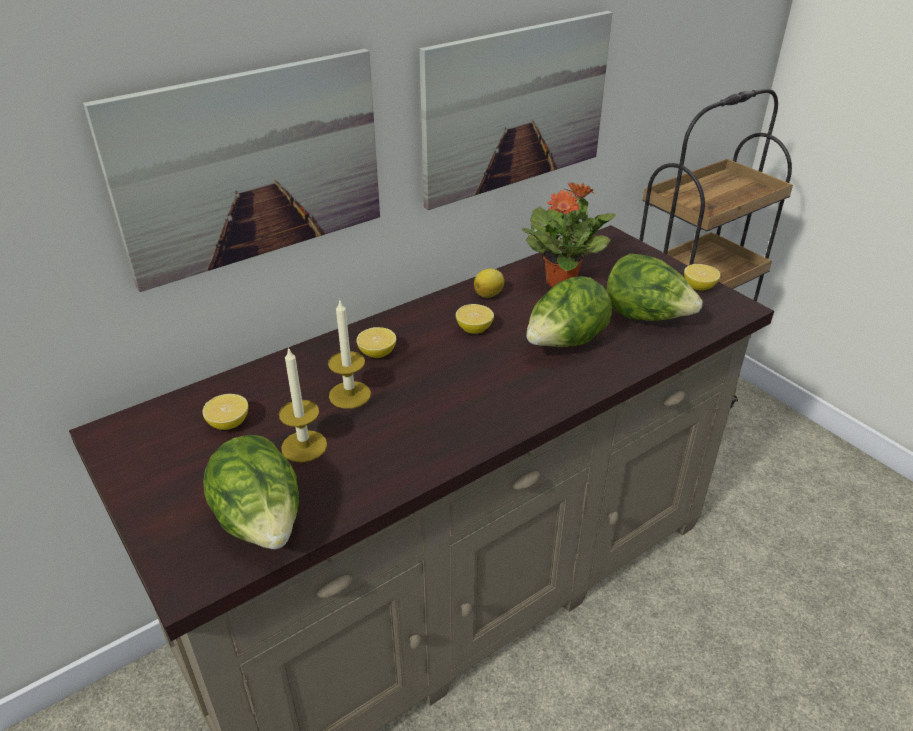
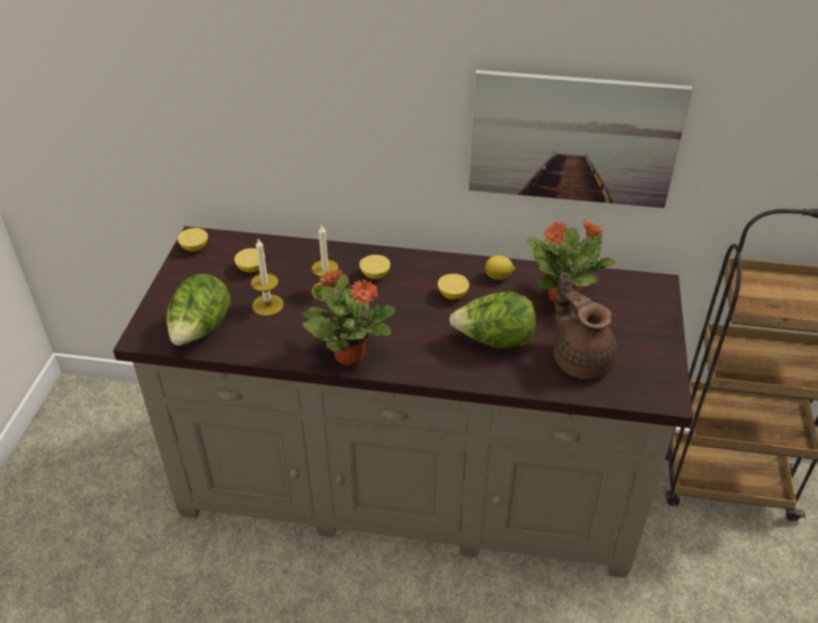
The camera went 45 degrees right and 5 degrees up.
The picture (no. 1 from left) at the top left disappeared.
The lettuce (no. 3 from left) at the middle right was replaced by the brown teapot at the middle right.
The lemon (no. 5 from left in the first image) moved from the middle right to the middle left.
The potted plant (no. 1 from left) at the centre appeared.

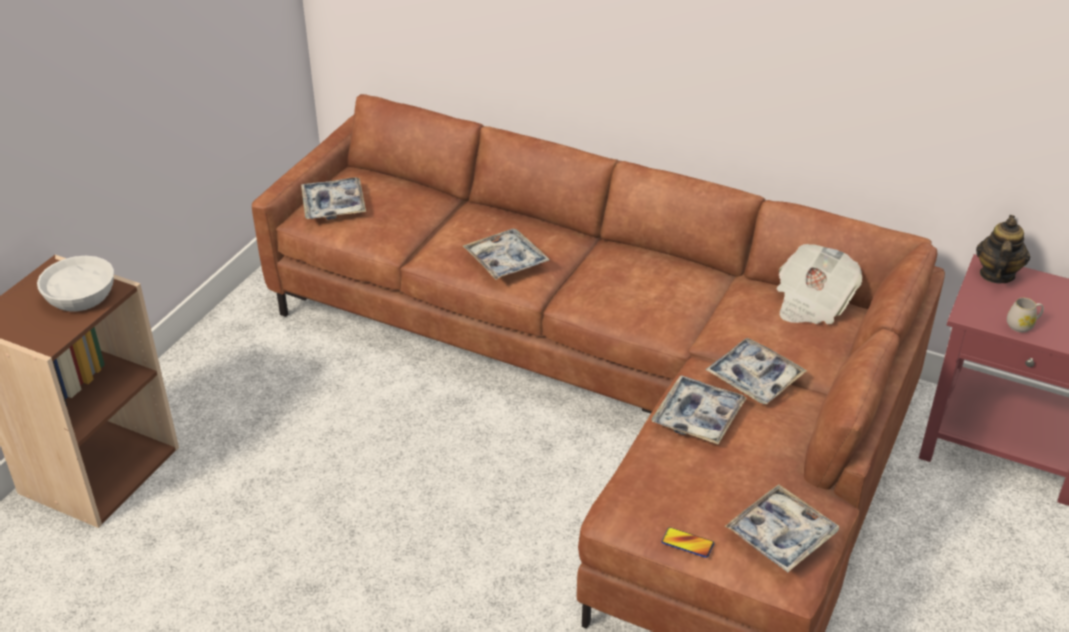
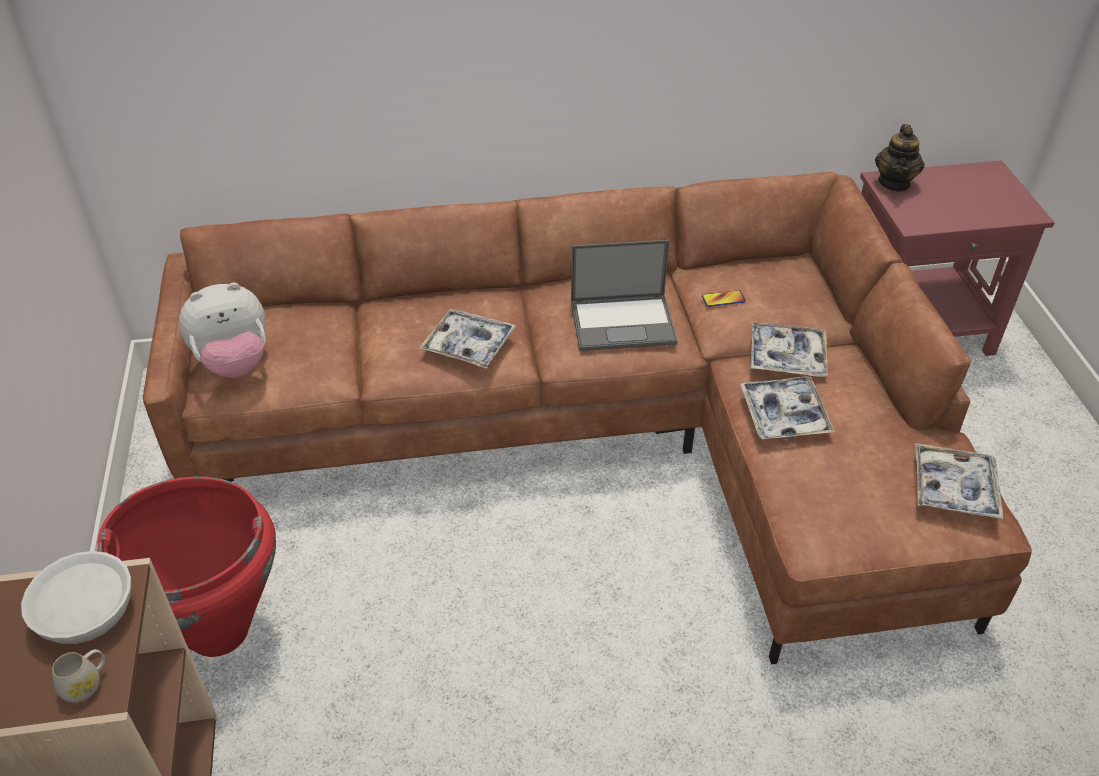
The camera went 35 degrees left and 5 degrees up.
The tray (no. 1 from left) at the top left was replaced by the plush toy at the middle left.
The phone moved from the bottom centre to the centre.
The newspaper at the middle right disappeared.
The teapot at the middle right turned 150 degrees counterclockwise.
The white mug moved from the middle right to the bottom left.
The red vase at the bottom left appeared.
The laptop at the centre appeared.

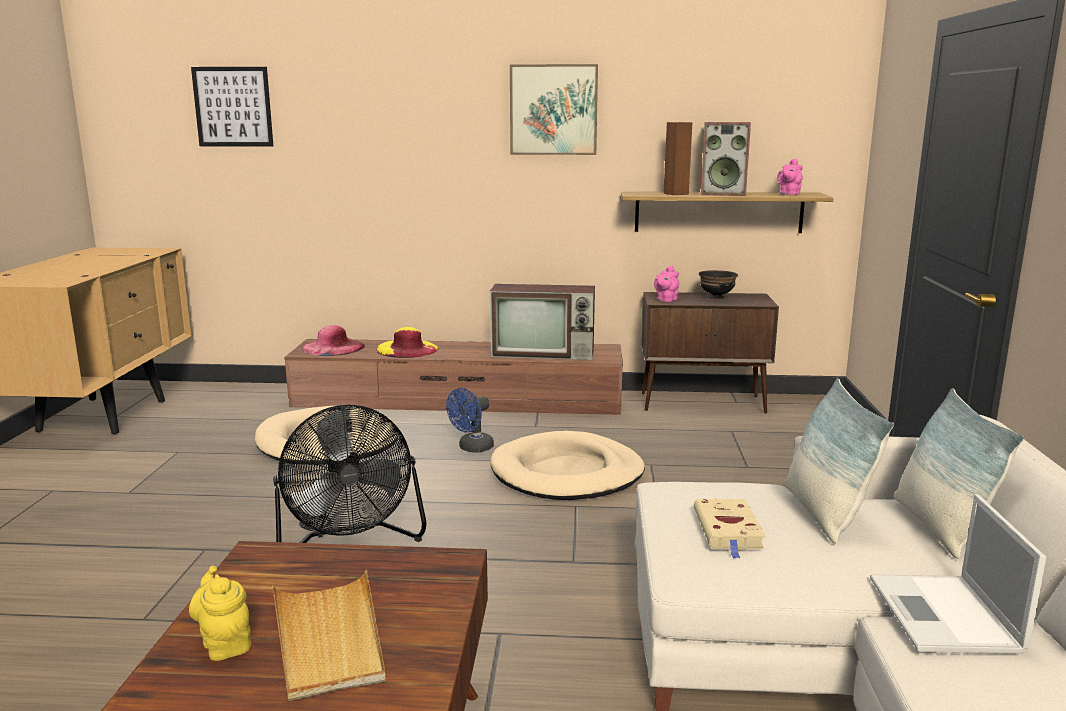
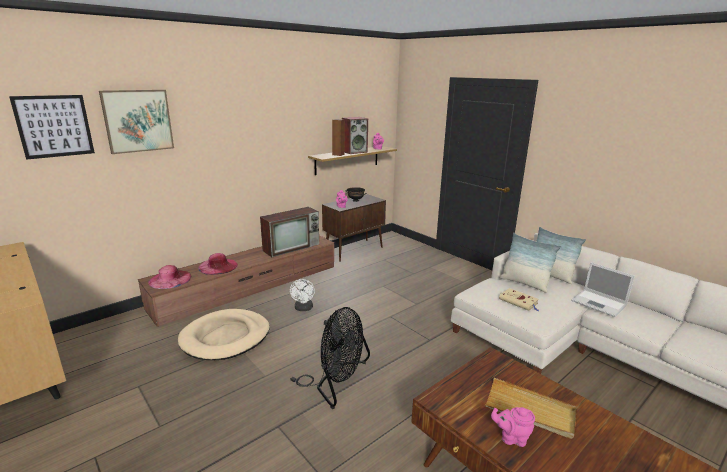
The camera went 45 degrees left and 5 degrees up.
The yellow teapot at the bottom left became the pink teapot (no. 3 from left) at the bottom right.
The yellow hat at the centre became the pink hat (no. 2 from left) at the middle left.
The blue fan at the centre became the white fan at the centre.
The beige dog bed (no. 2 from left) at the centre disappeared.
The picture (no. 2 from left) moved from the top centre to the top left.

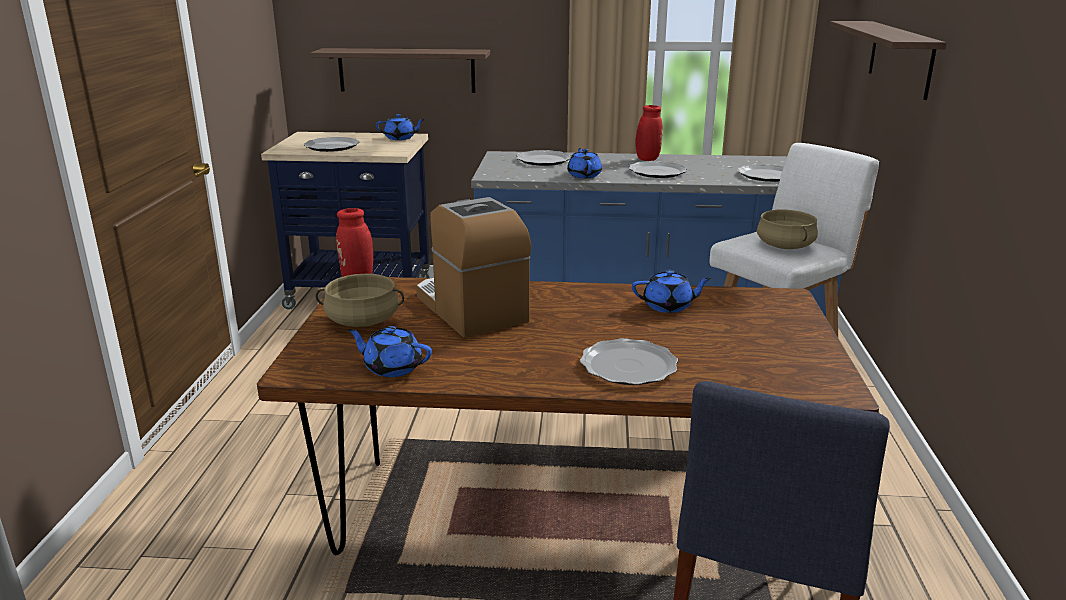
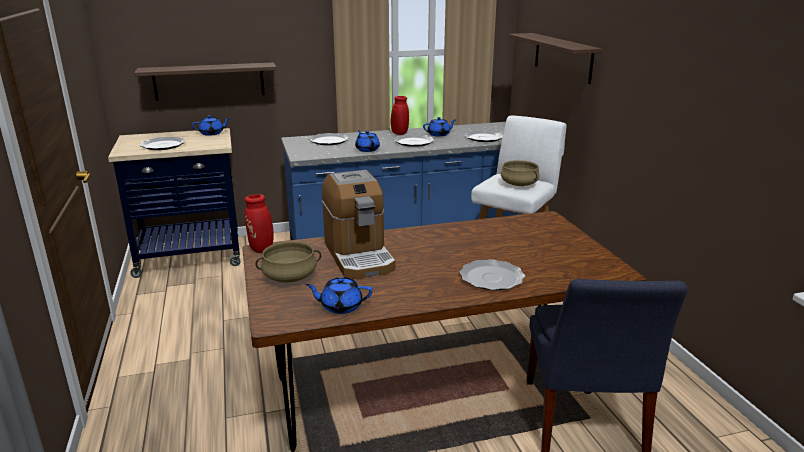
The camera went 20 degrees left and 0 degrees up.
The coffee machine at the centre turned 150 degrees counterclockwise.
The blue teapot (no. 4 from left) moved from the centre to the top centre.

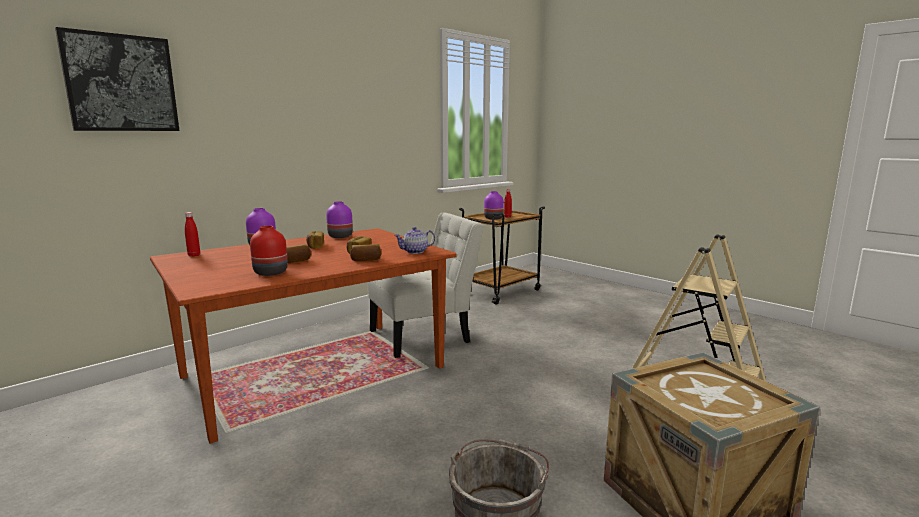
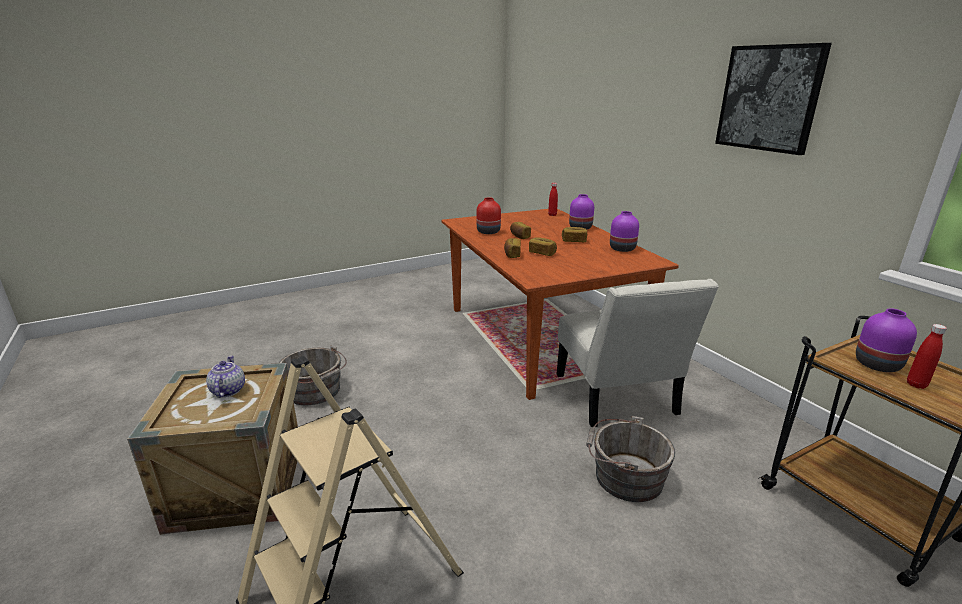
The camera went 105 degrees right and 10 degrees up.
The picture moved from the top left to the top right.
The teapot moved from the centre to the middle left.
The grey bucket (no. 2 from left) at the bottom centre appeared.

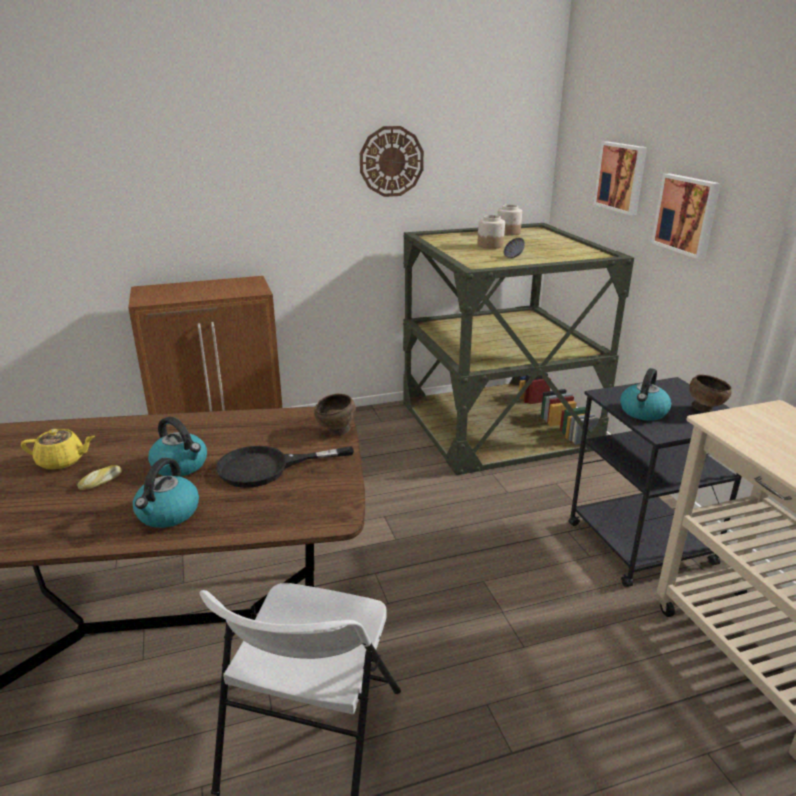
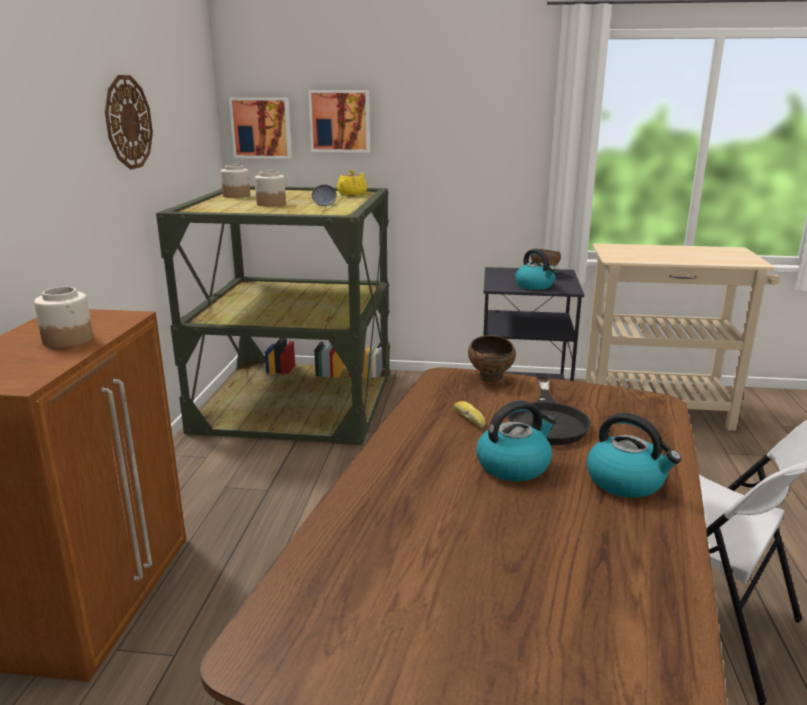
The camera went 65 degrees left and 5 degrees down.
The yellow teapot moved from the middle left to the top centre.
The bread moved from the middle left to the centre.
The picture (no. 2 from left in the first image) moved from the top right to the top left.
The jar (no. 1 from left) at the middle left appeared.

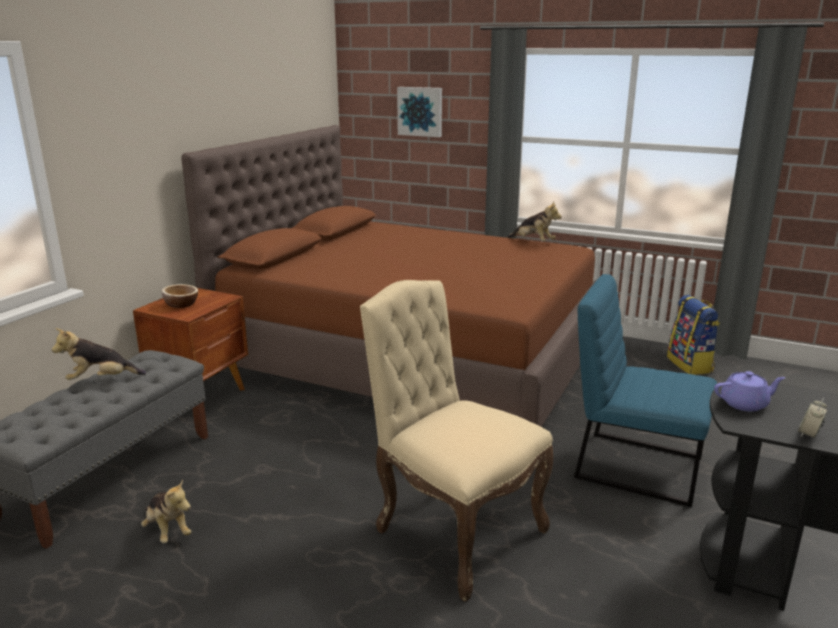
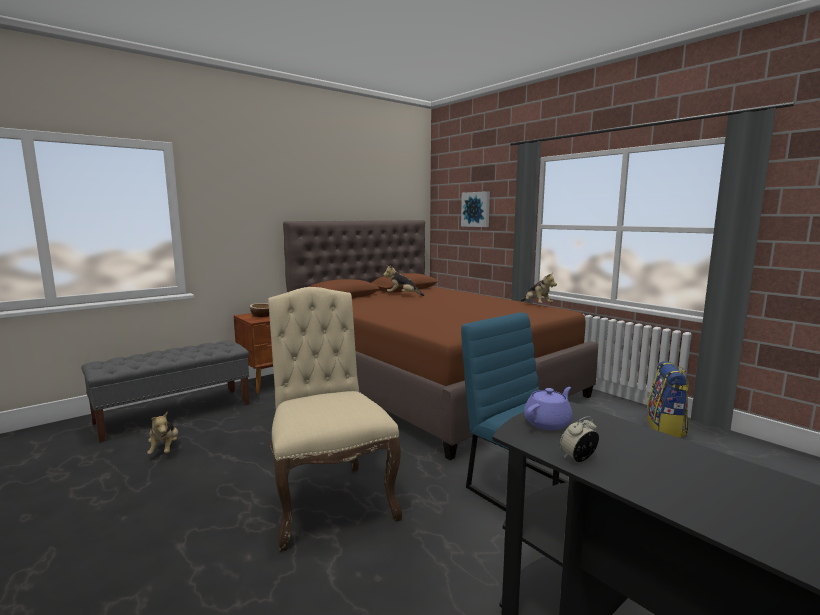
The camera went 25 degrees right and 10 degrees down.
The plush toy (no. 1 from left in the first image) moved from the middle left to the centre.
The purple teapot at the middle right turned 60 degrees counterclockwise.

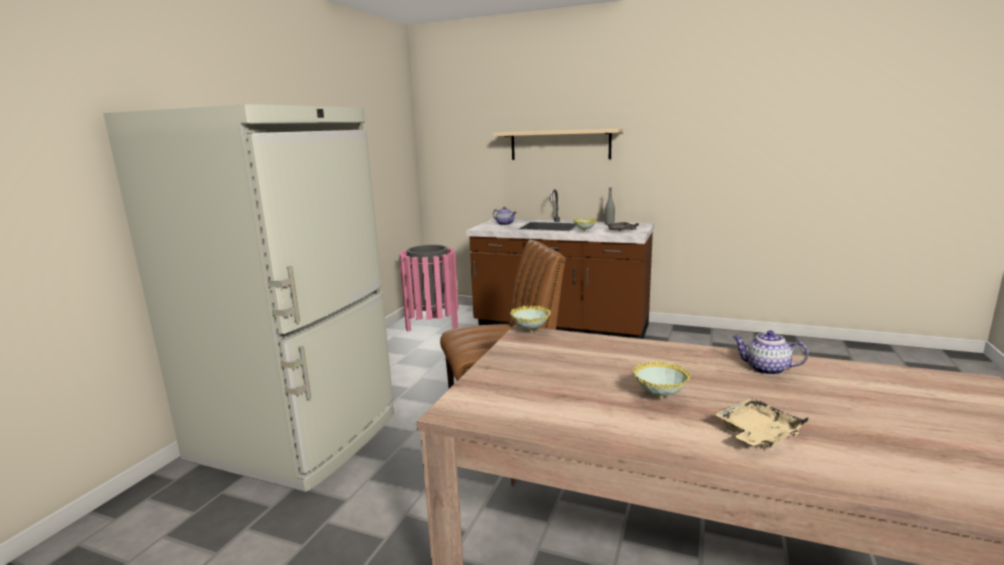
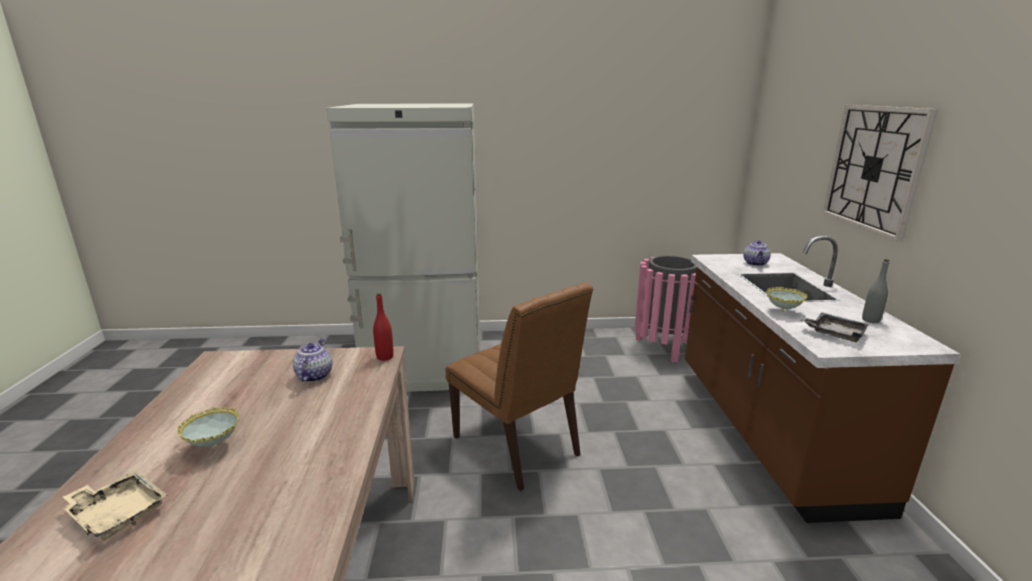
The camera went 65 degrees right and 5 degrees up.
The beige shelf at the top centre was replaced by the wall clock at the top right.
The bowl (no. 1 from left) at the centre was replaced by the red bottle at the centre.
The teapot (no. 2 from left in the first image) moved from the middle right to the middle left.

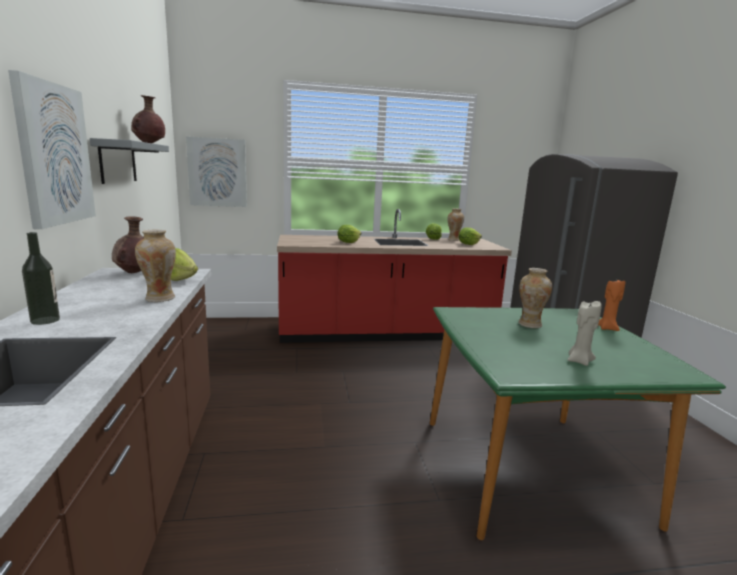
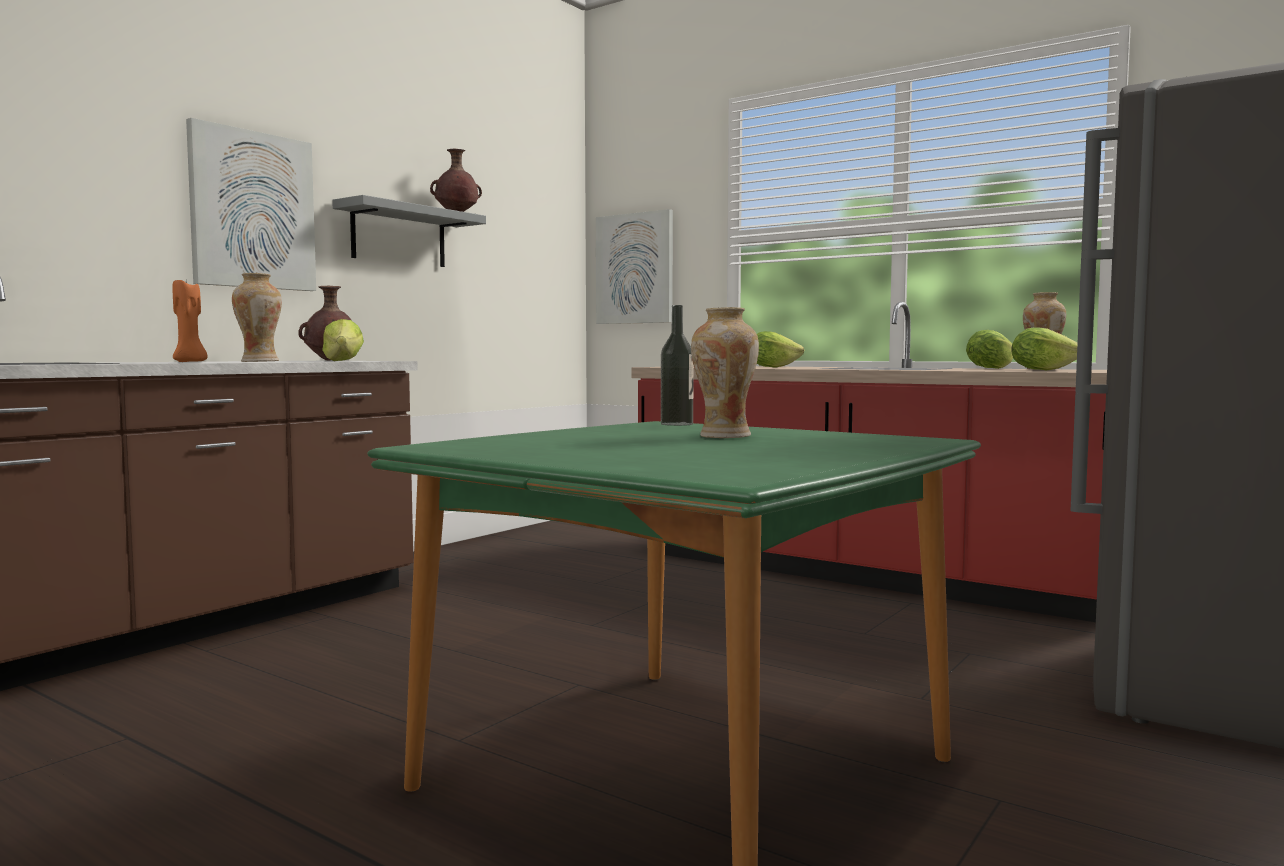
The camera went 45 degrees right and 10 degrees down.
The bottle moved from the middle left to the centre.
The beige candle at the middle right disappeared.
The orange candle moved from the middle right to the middle left.

